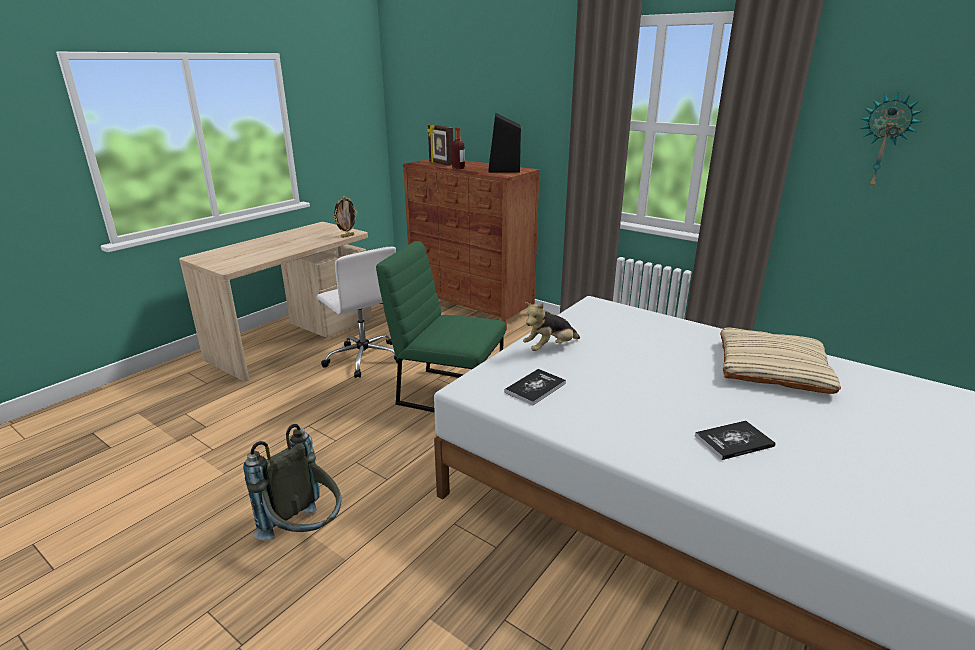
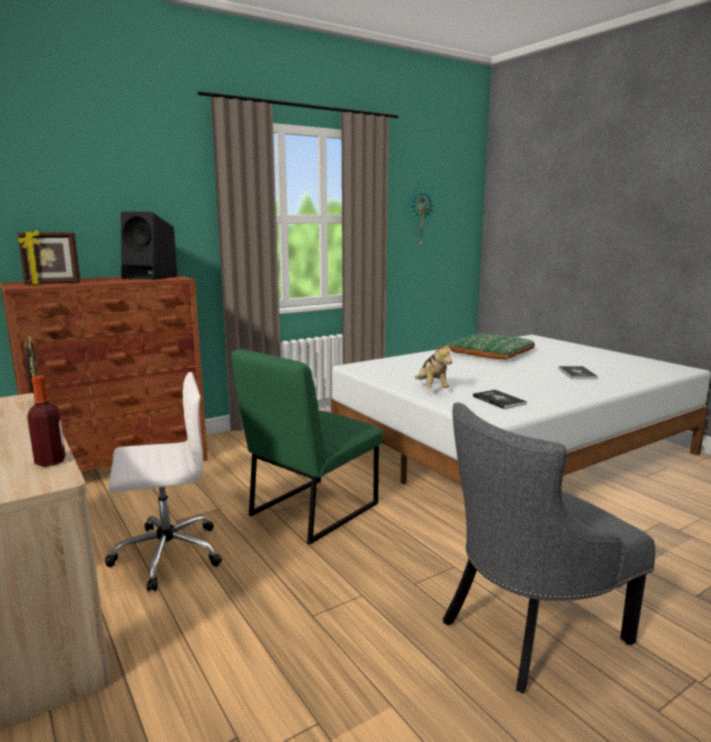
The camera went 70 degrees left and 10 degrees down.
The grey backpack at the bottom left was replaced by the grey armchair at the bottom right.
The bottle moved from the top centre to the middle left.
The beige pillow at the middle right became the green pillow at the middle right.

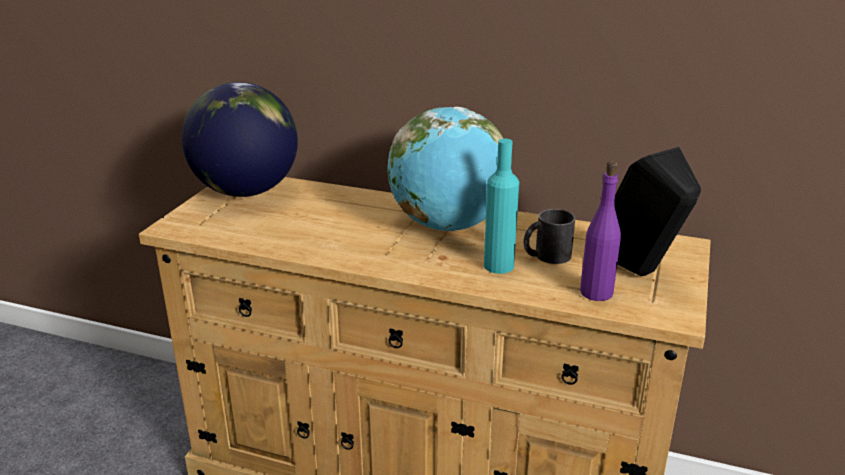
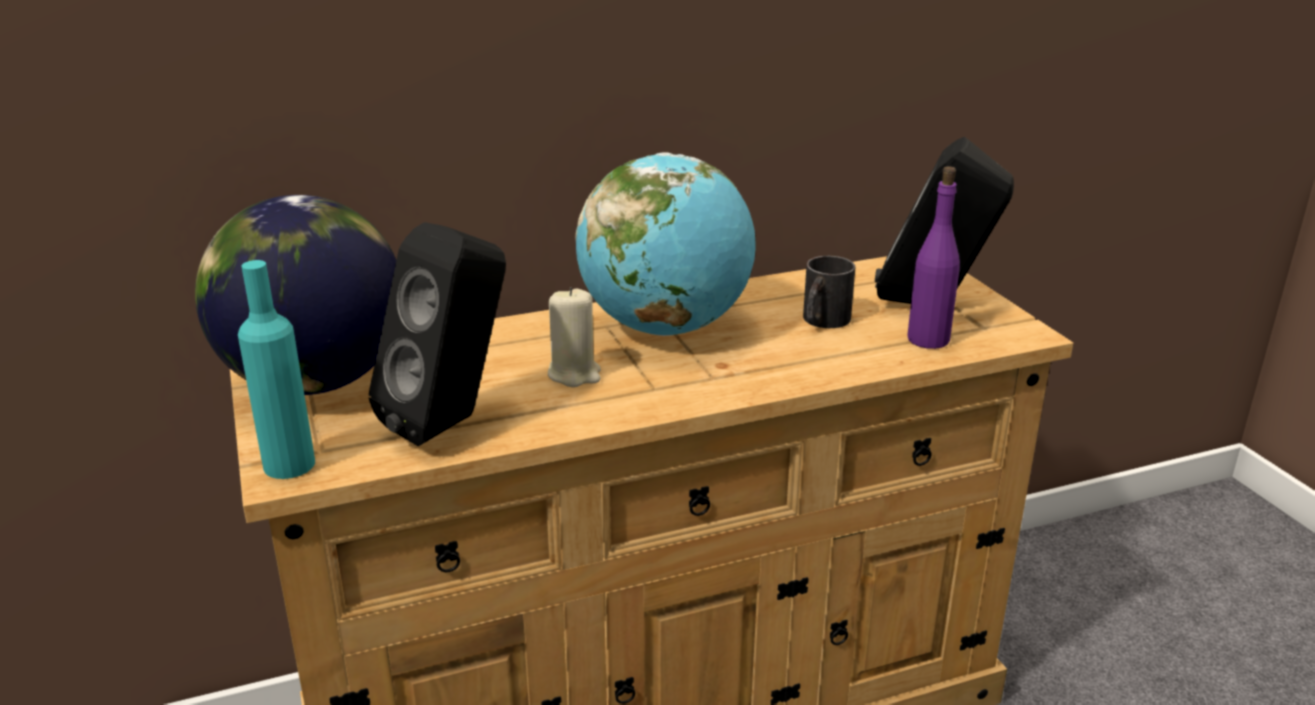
The camera went 40 degrees left and 0 degrees up.
The turquoise bottle moved from the centre to the middle left.
The black speaker (no. 1 from left) at the middle left appeared.
The beige candle at the centre appeared.

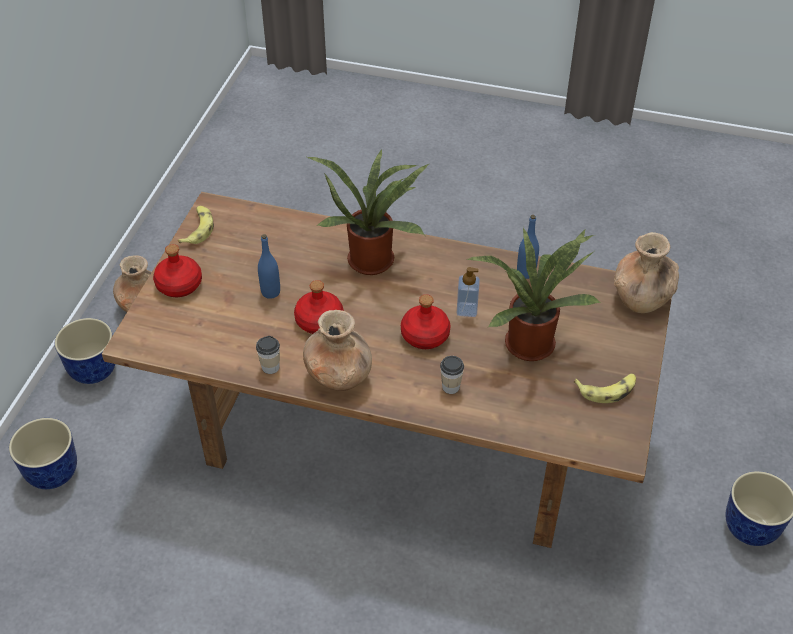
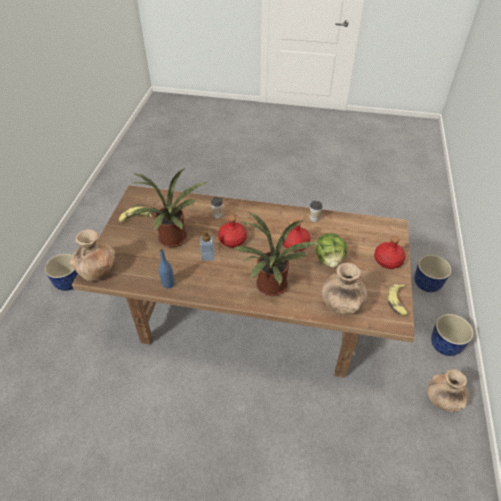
The camera went 175 degrees right and 0 degrees up.
The blue bottle (no. 1 from left) at the centre was replaced by the lettuce at the centre.
The brown vase (no. 2 from left) moved from the centre to the middle right.

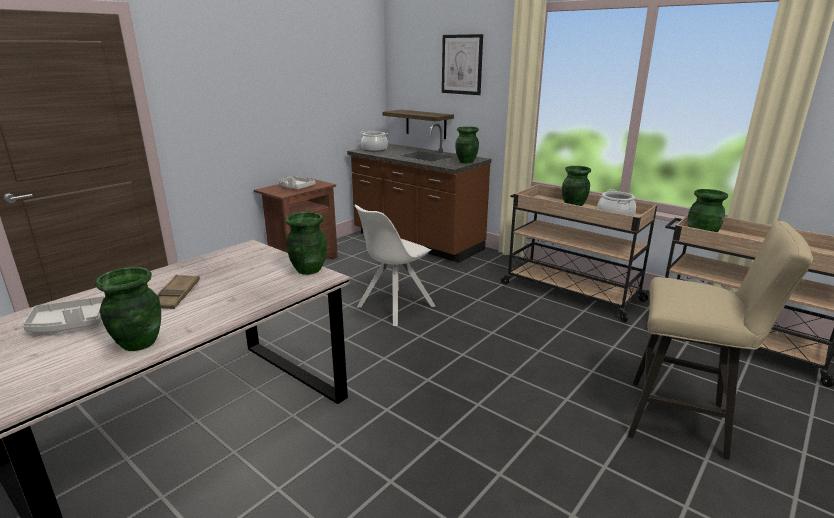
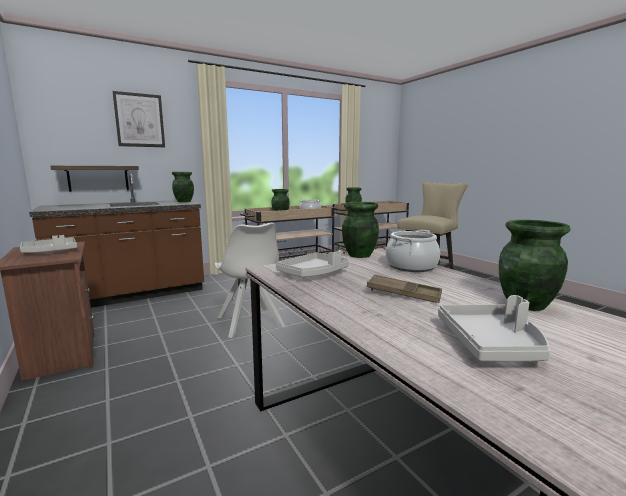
The camera went 70 degrees left and 10 degrees down.
The cooking pot (no. 1 from left in the first image) moved from the top centre to the centre.
The grey tray (no. 2 from left) at the centre appeared.

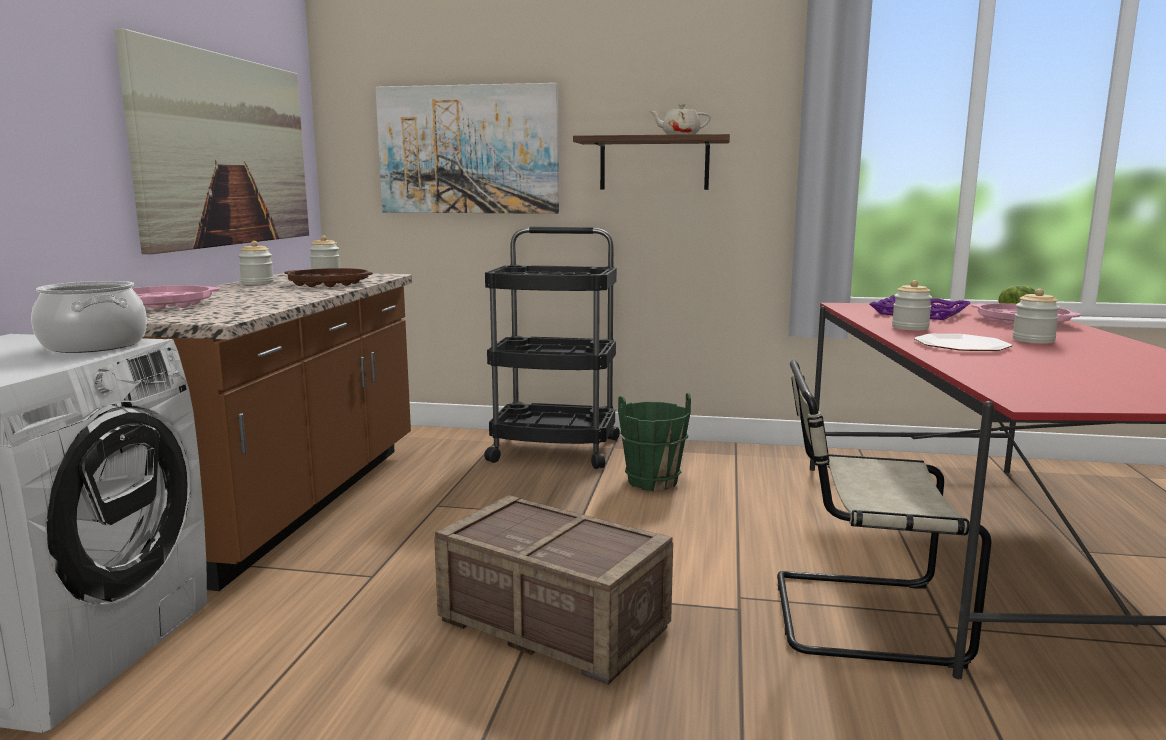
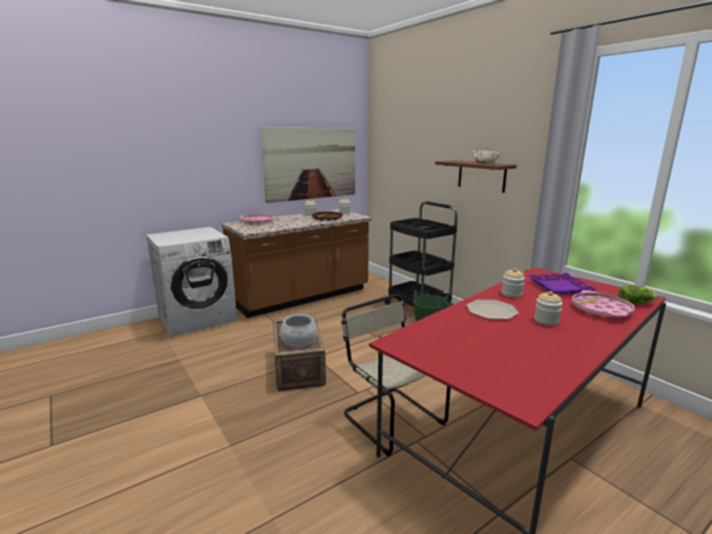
The camera went 45 degrees right and 5 degrees up.
The cooking pot moved from the middle left to the centre.
The picture (no. 2 from left) at the top centre disappeared.

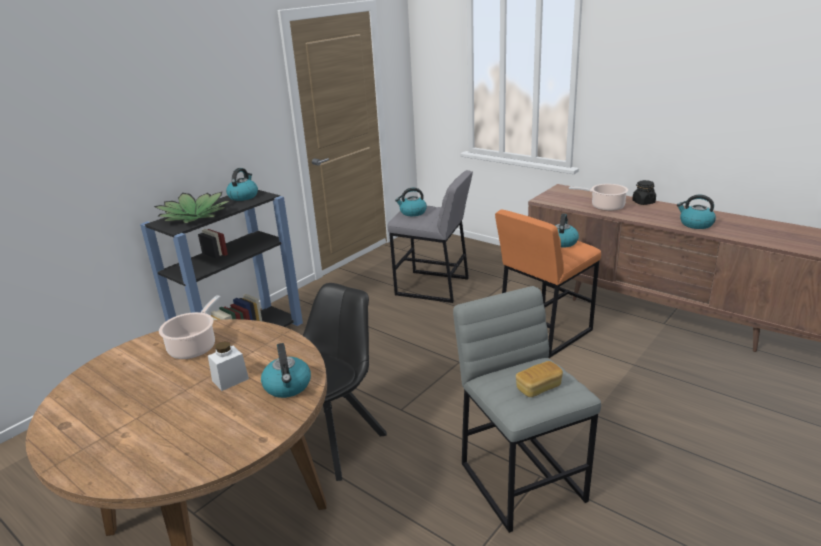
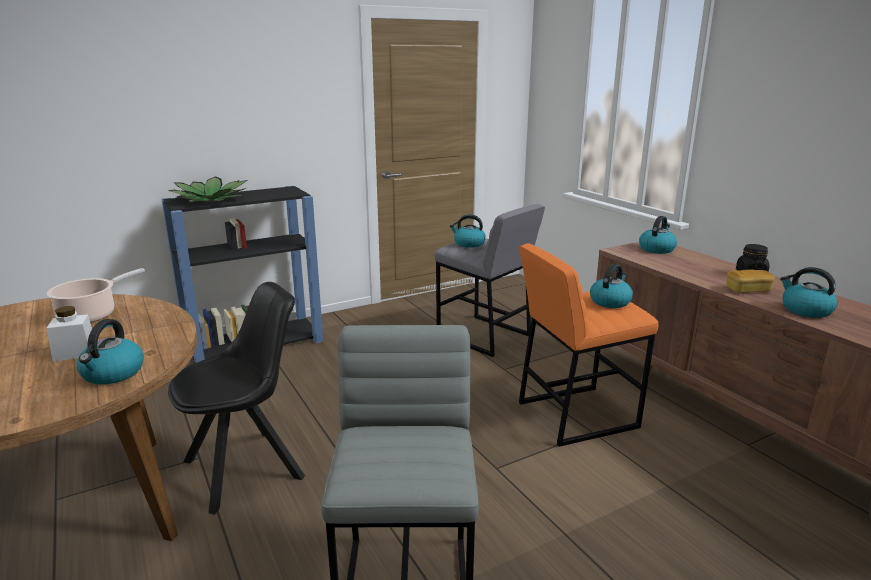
The camera went 20 degrees right and 5 degrees down.
The kettle (no. 1 from left in the first image) moved from the middle left to the middle right.
The bread moved from the bottom centre to the middle right.
The cooking pot (no. 2 from left) at the middle right disappeared.

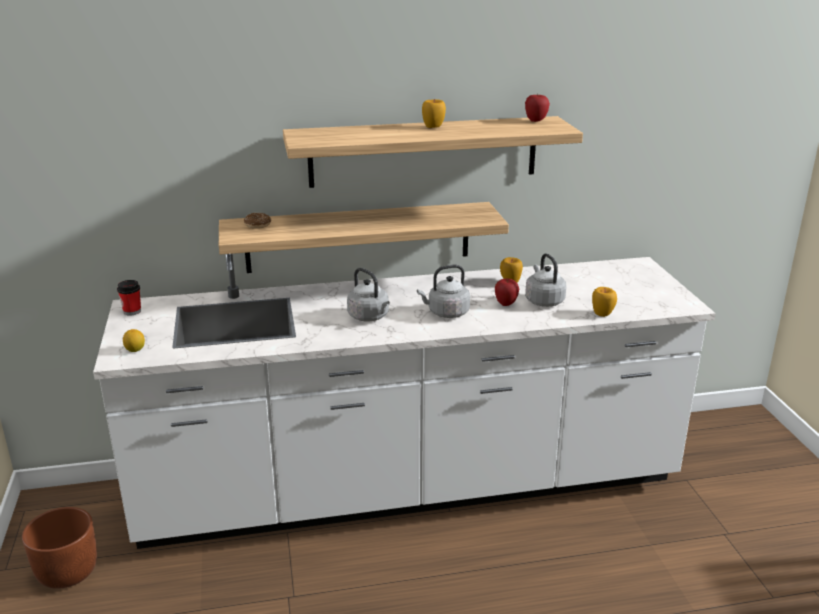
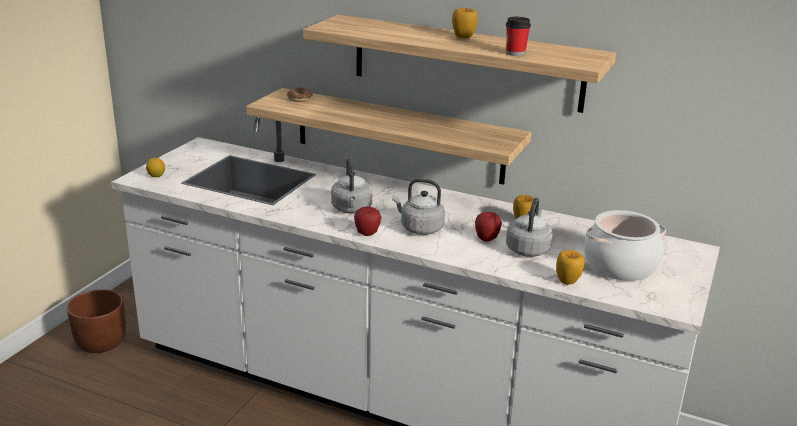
The camera went 35 degrees right and 0 degrees up.
The cup moved from the middle left to the top centre.
The apple (no. 4 from left in the first image) moved from the top centre to the centre.
The cooking pot at the middle right appeared.

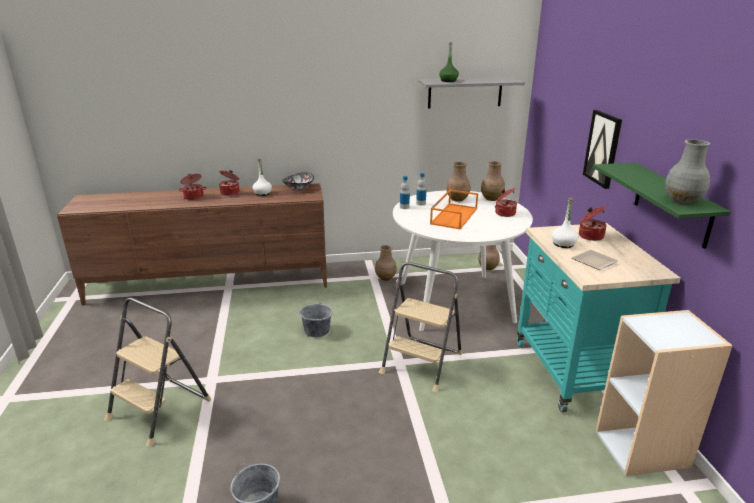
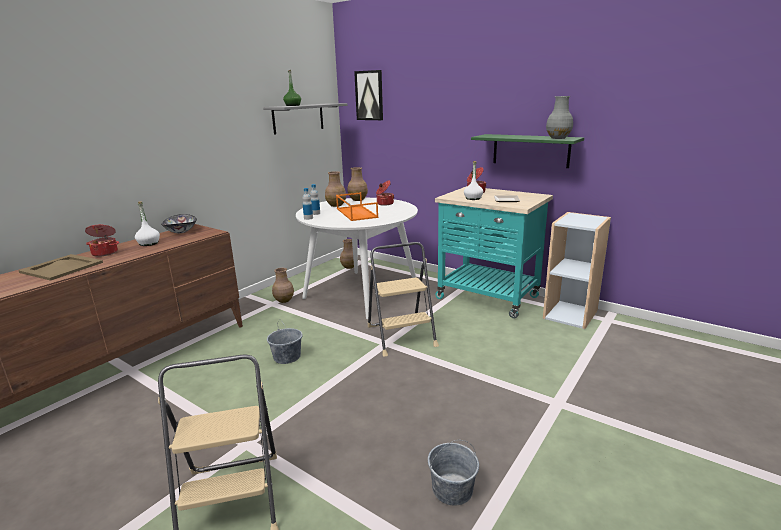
The camera went 45 degrees left and 5 degrees down.
The cooking pot (no. 1 from left) at the middle left was replaced by the beige tray at the middle left.
The picture moved from the top right to the top centre.

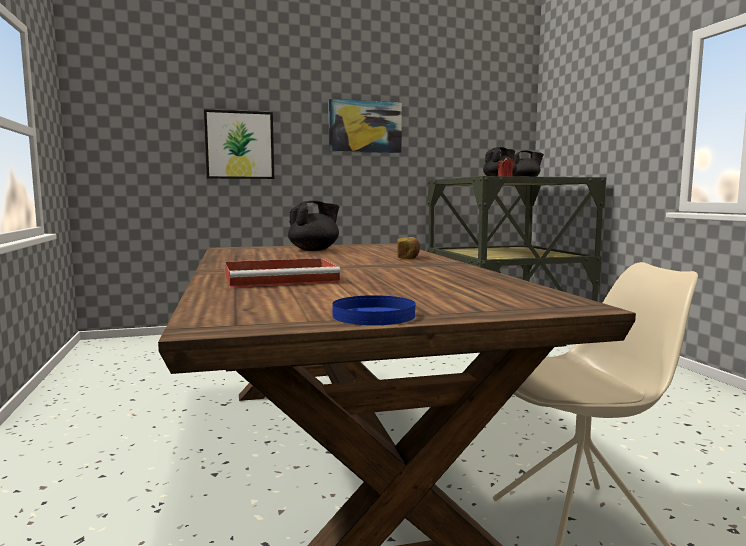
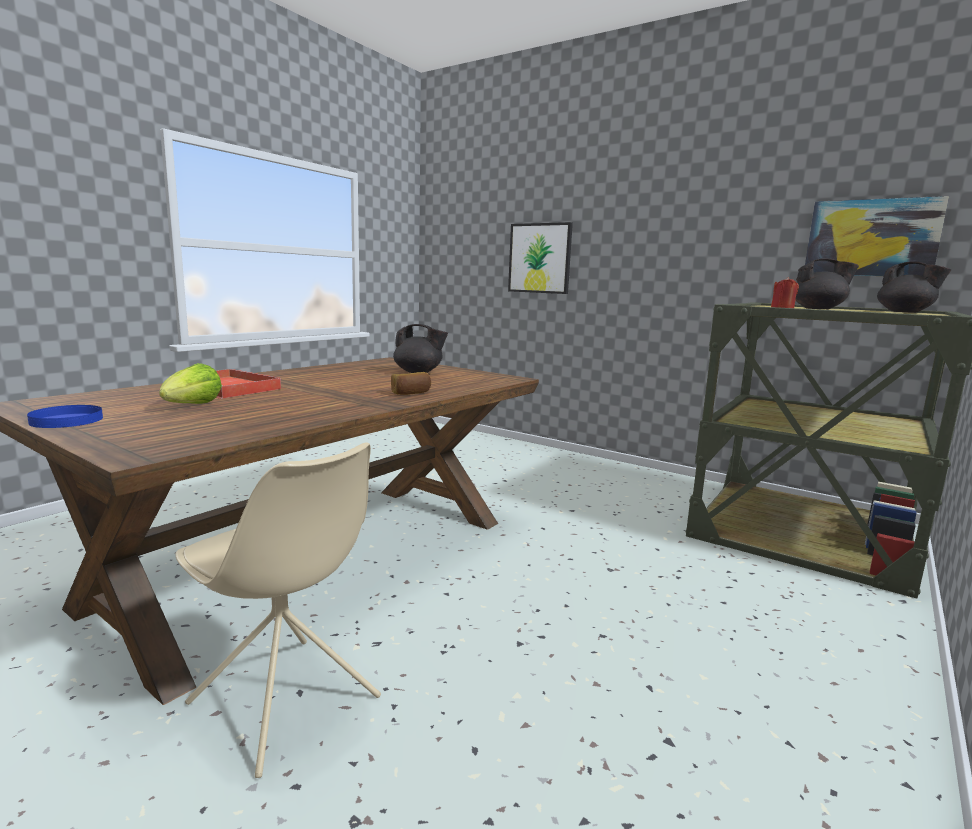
The camera went 50 degrees right and 5 degrees up.
The picture (no. 2 from left) moved from the top centre to the top right.
The lettuce at the middle left appeared.

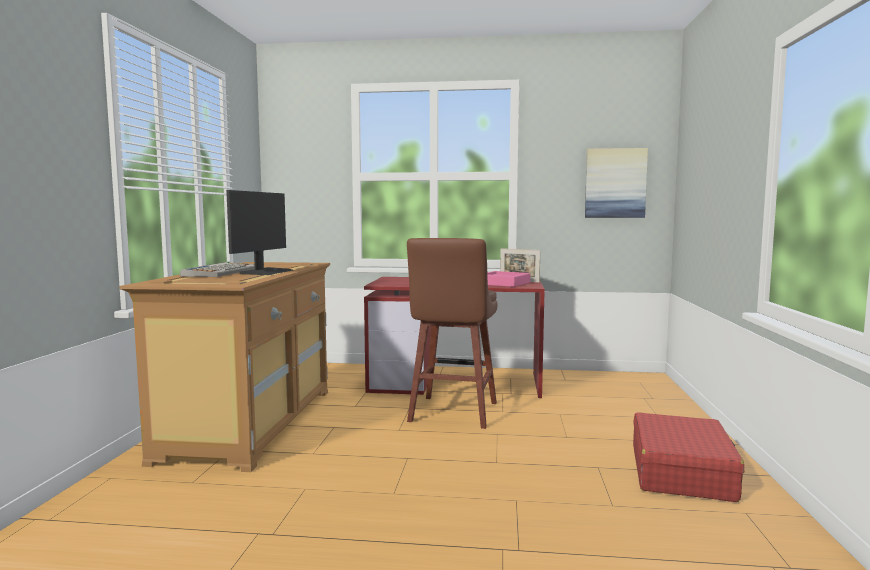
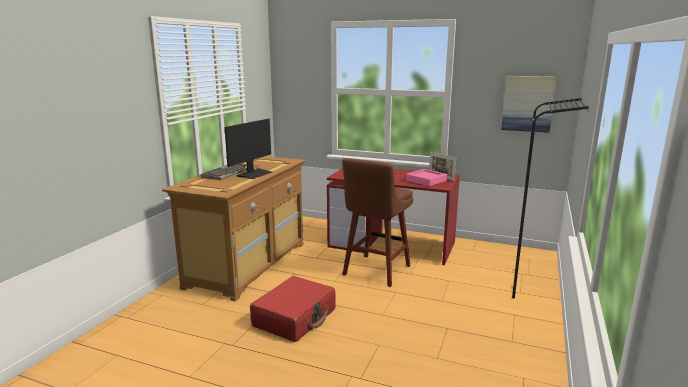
The camera went 15 degrees right and 10 degrees up.
The red suitcase moved from the bottom right to the bottom centre.
The black clothes rack at the middle right appeared.

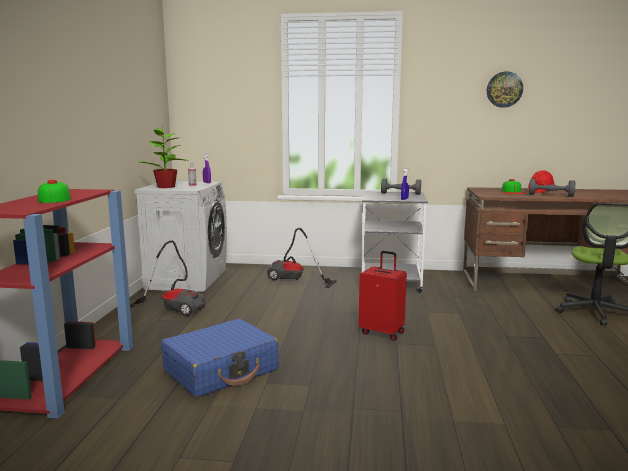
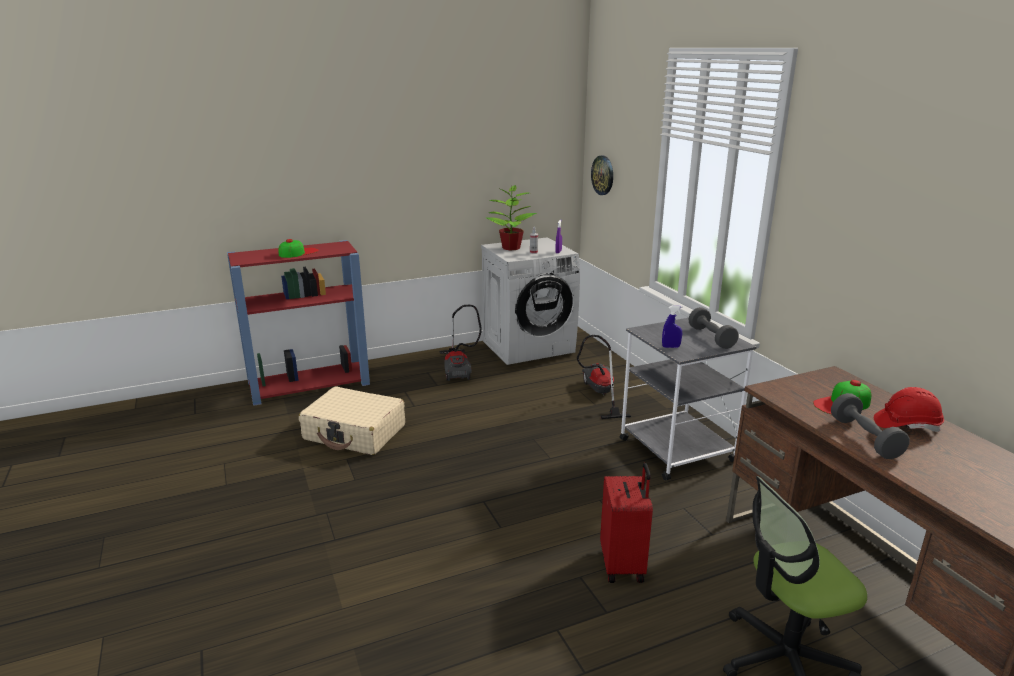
The camera went 60 degrees right and 10 degrees up.
The blue suitcase at the bottom centre became the beige suitcase at the centre.
The red suitcase moved from the centre to the bottom centre.
The wall clock moved from the top right to the top centre.

